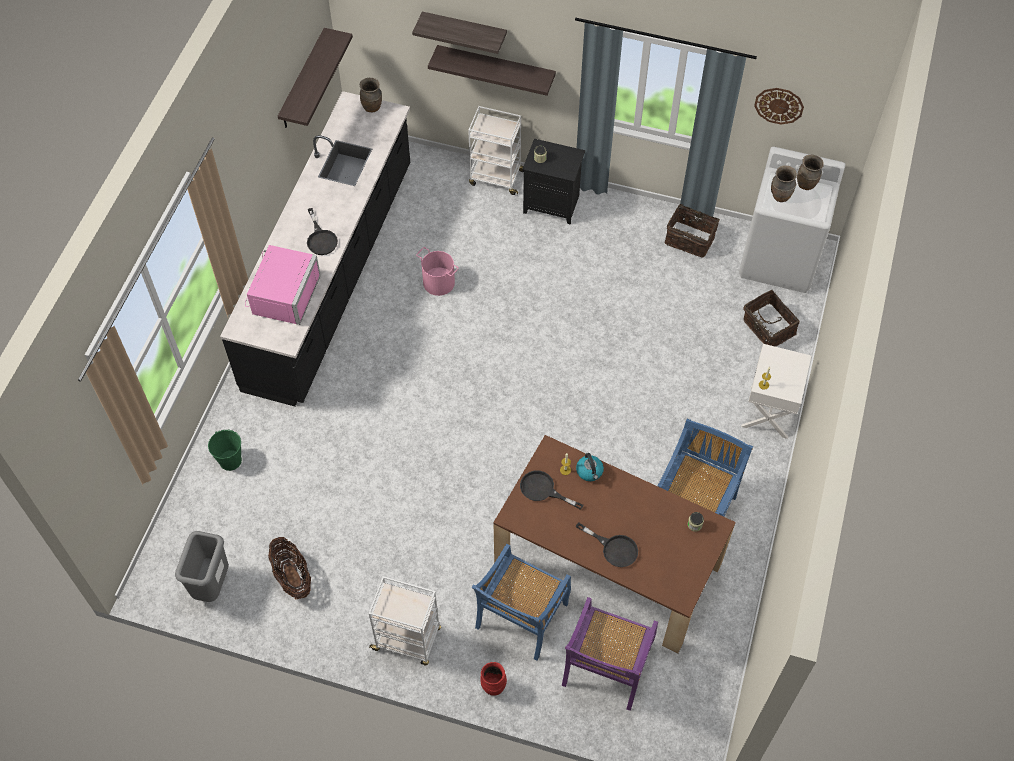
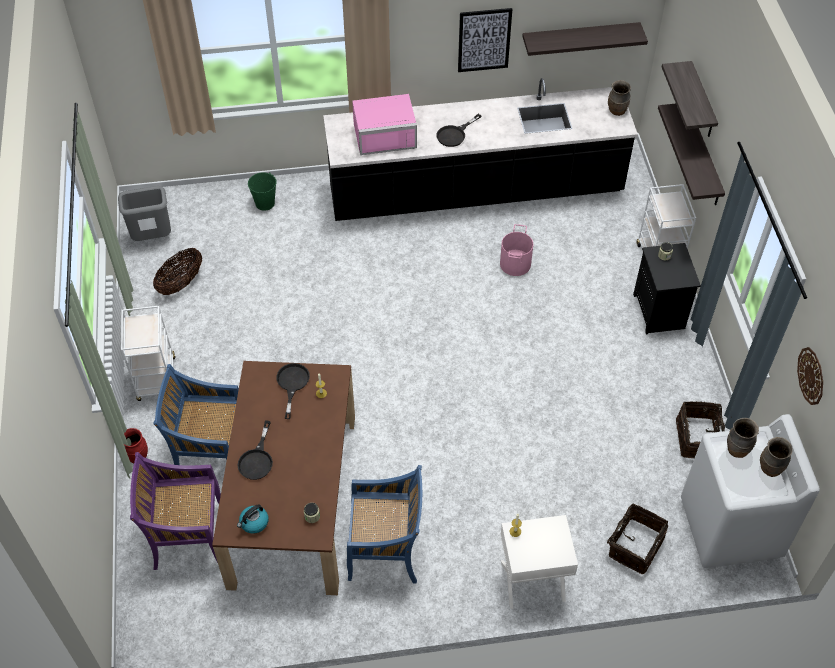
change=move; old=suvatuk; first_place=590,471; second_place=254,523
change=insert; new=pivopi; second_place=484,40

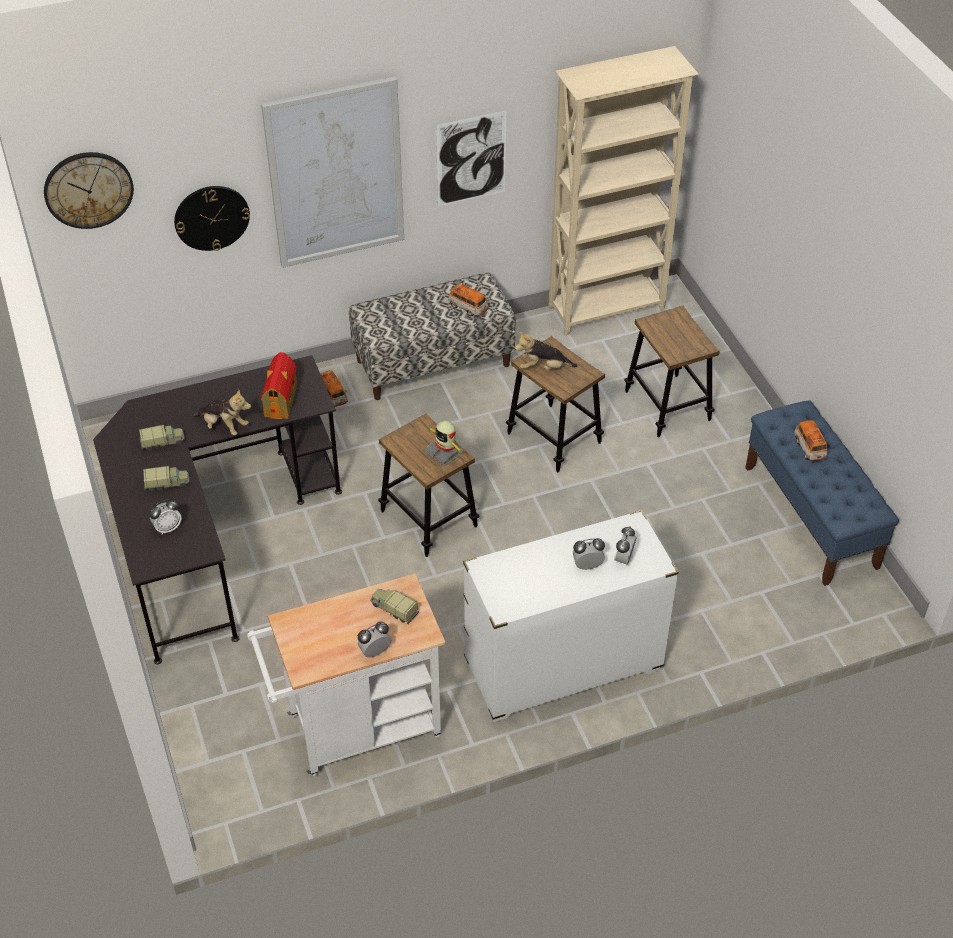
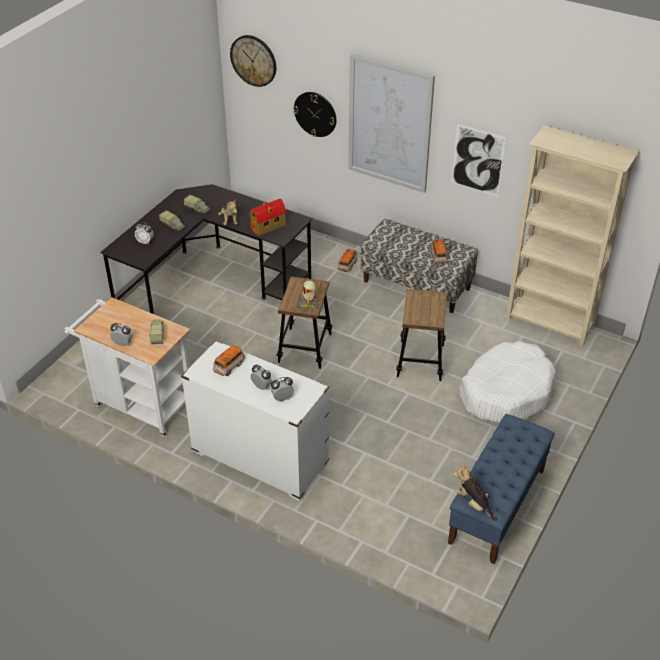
change=move; old=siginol; first_place=543,368; second_place=473,503
change=replace; old=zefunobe; new=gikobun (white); first_place=667,406; second_place=506,392
change=move; old=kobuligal; first_place=809,448; second_place=229,367

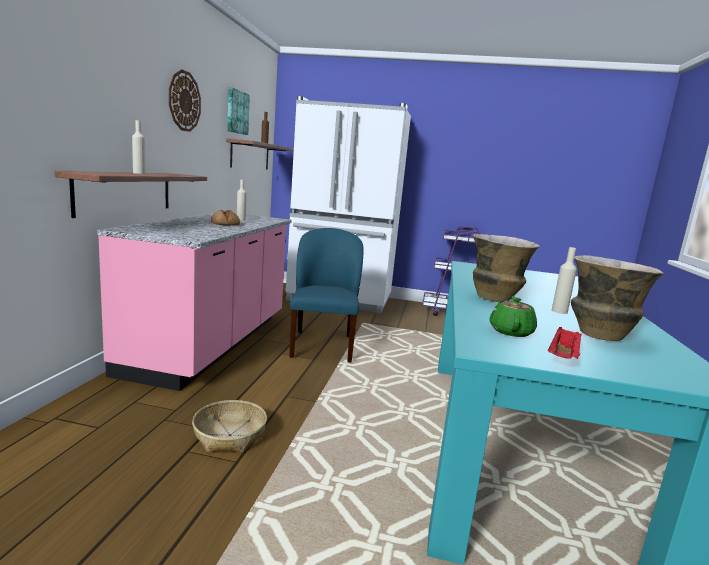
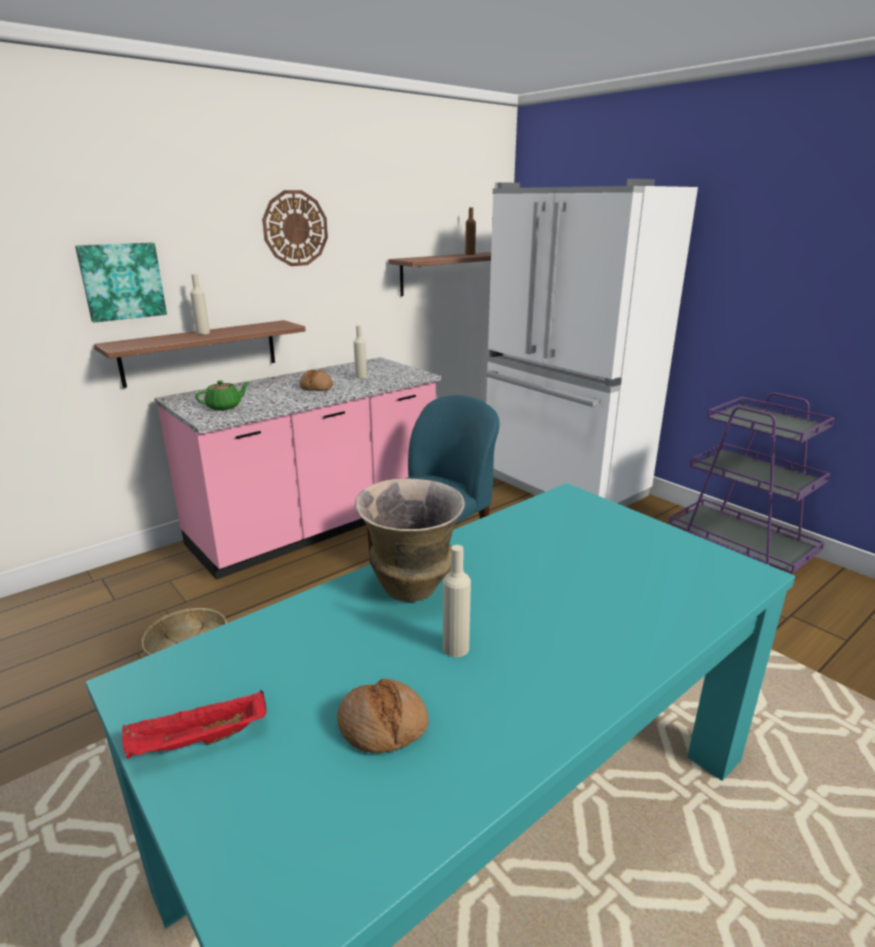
change=move; old=pivopi; first_place=236,112; second_place=122,281
change=move; old=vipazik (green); first_place=511,331; second_place=225,407
change=replace; old=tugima; new=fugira; first_place=600,335; second_place=383,725

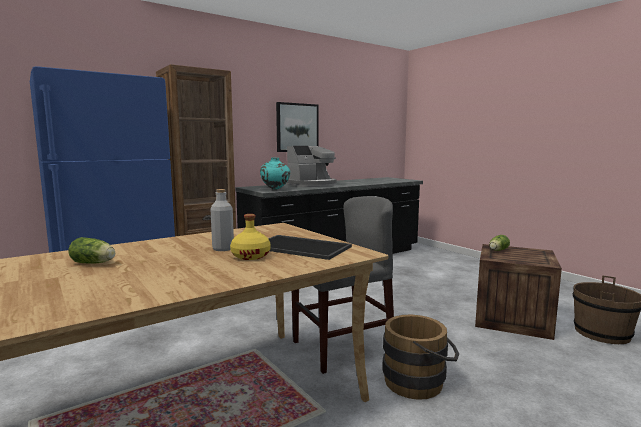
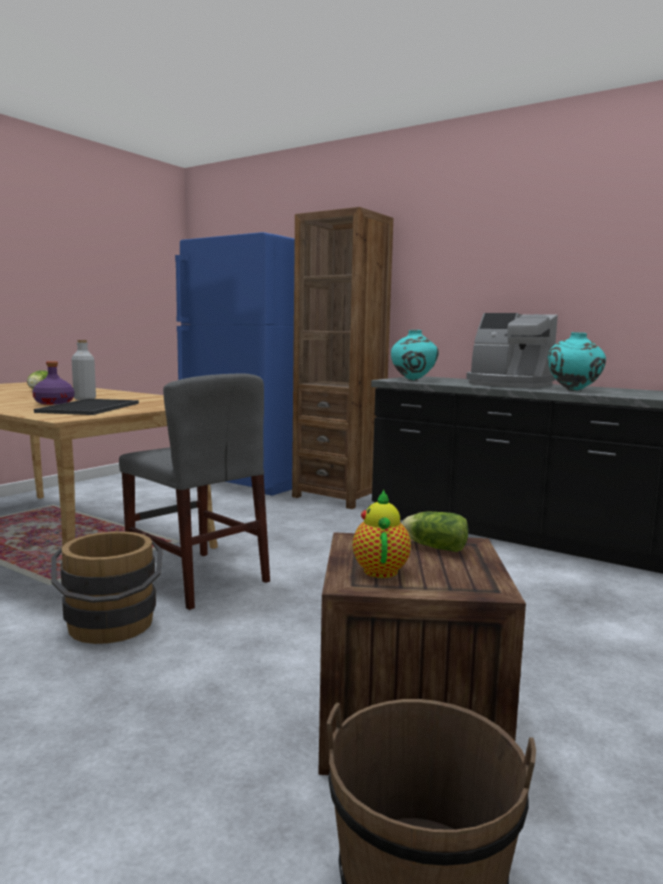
change=recolor; old=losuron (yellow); new=losuron (purple); first_place=250,256; second_place=54,403
change=delete; old=pivopi; first_place=297,127
change=insert; new=vipazik; second_place=380,569
change=insert; new=tugima (turquoise); second_place=574,391

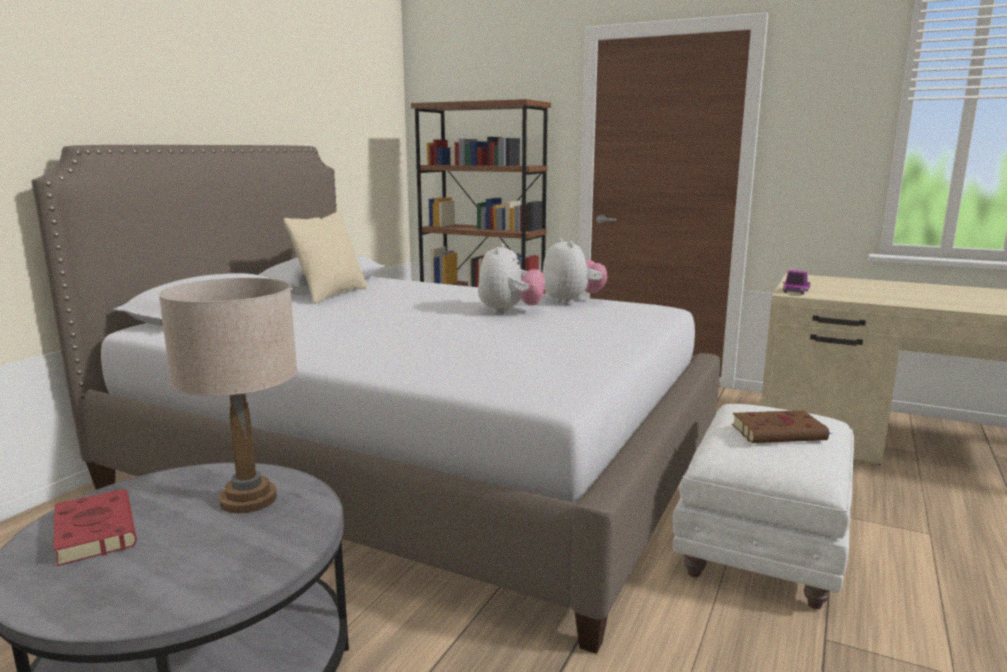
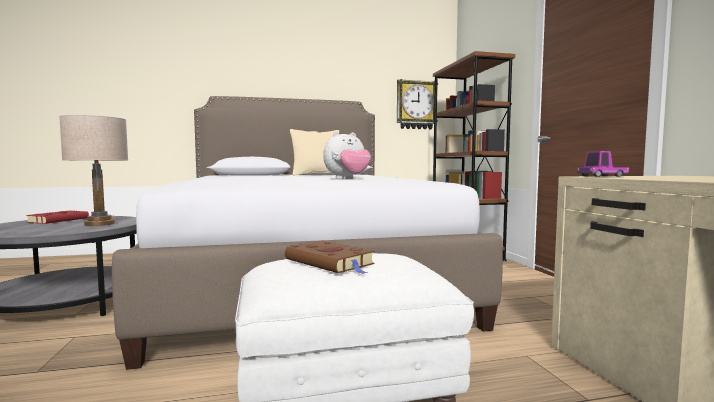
change=delete; old=siginol; first_place=572,301
change=insert; new=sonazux; second_place=416,105

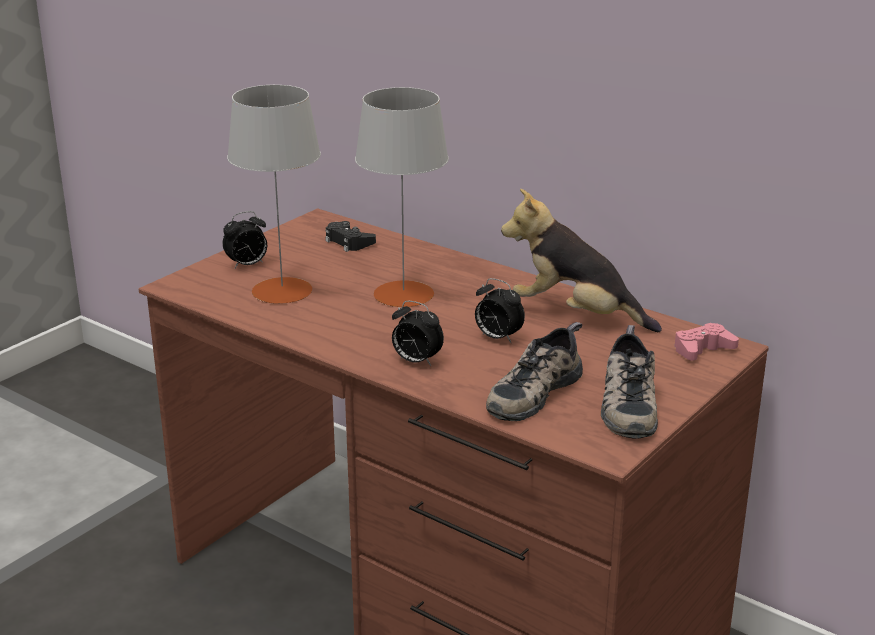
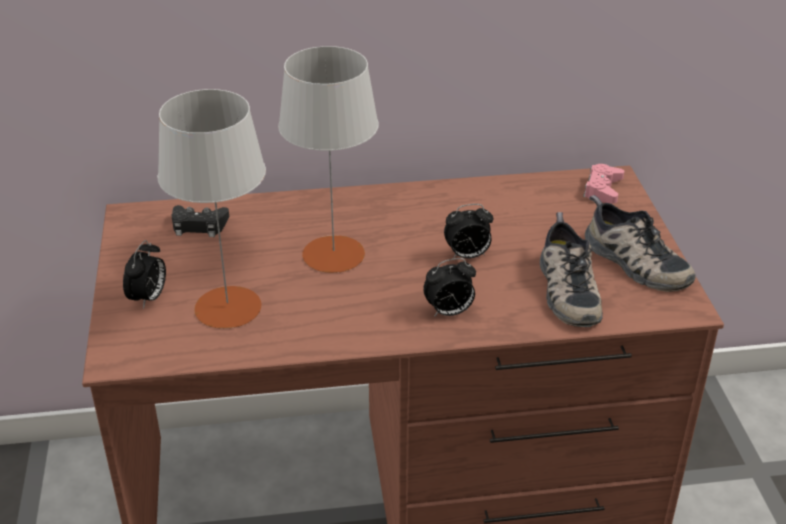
change=delete; old=siginol; first_place=575,315

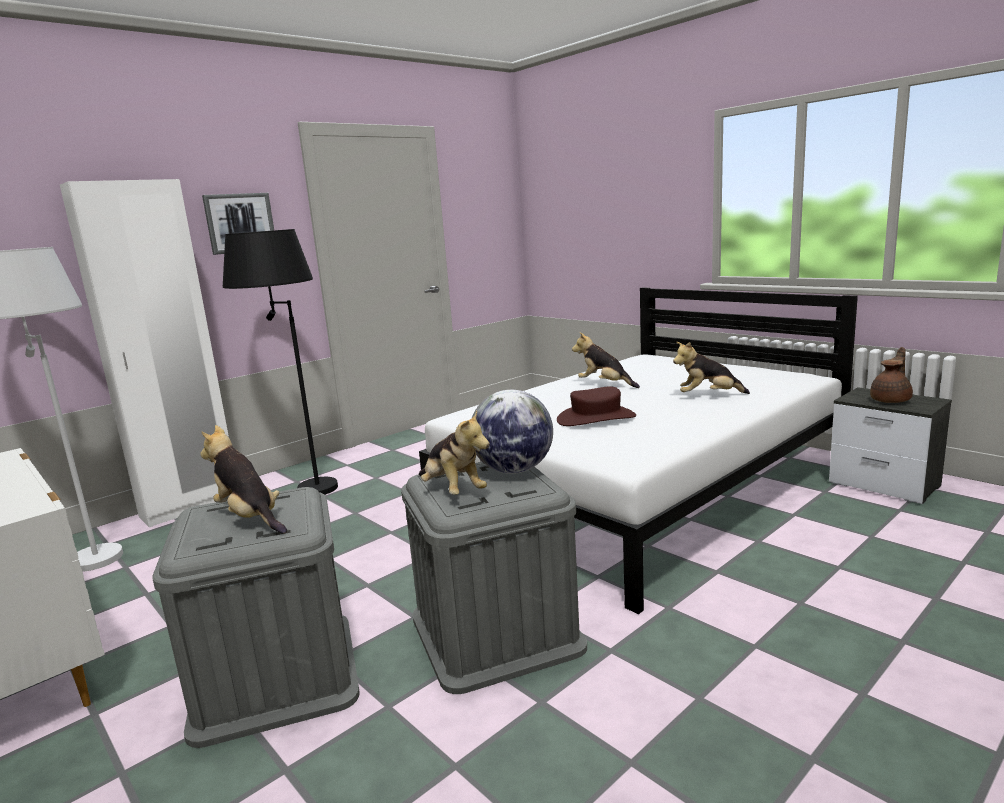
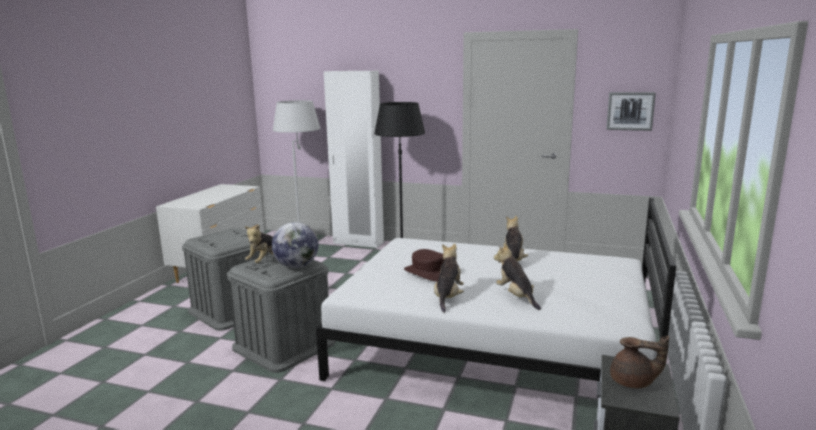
change=move; old=siginol; first_place=250,518; second_place=448,297
change=move; old=pivopi; first_place=240,223; second_place=630,111

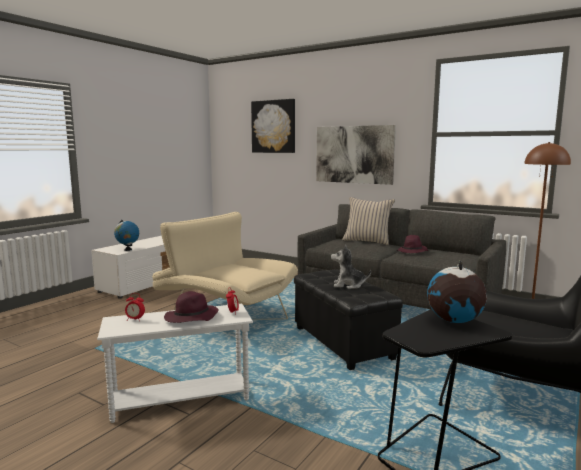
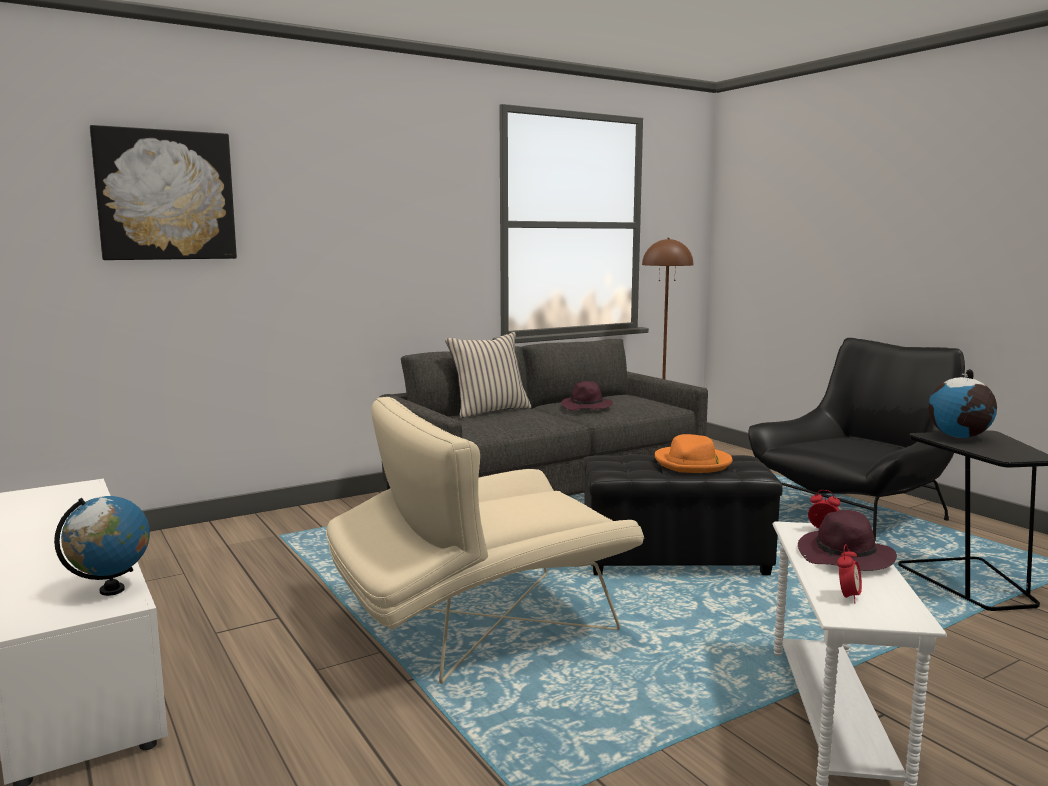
change=delete; old=pivopi; first_place=354,154
change=replace; old=siginol; new=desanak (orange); first_place=348,285; second_place=693,463

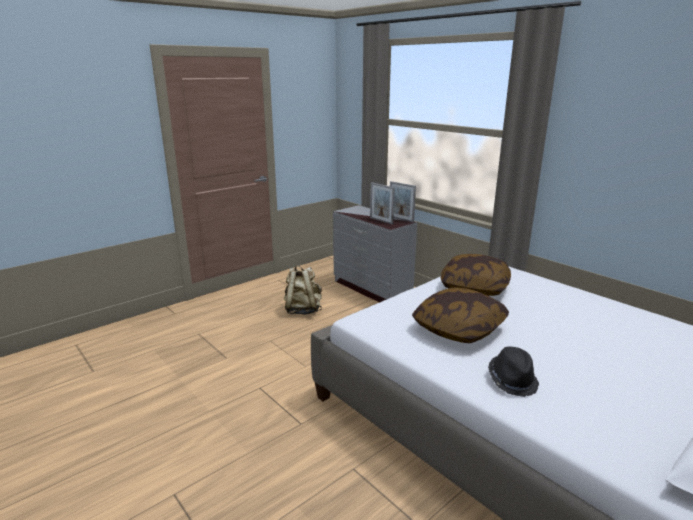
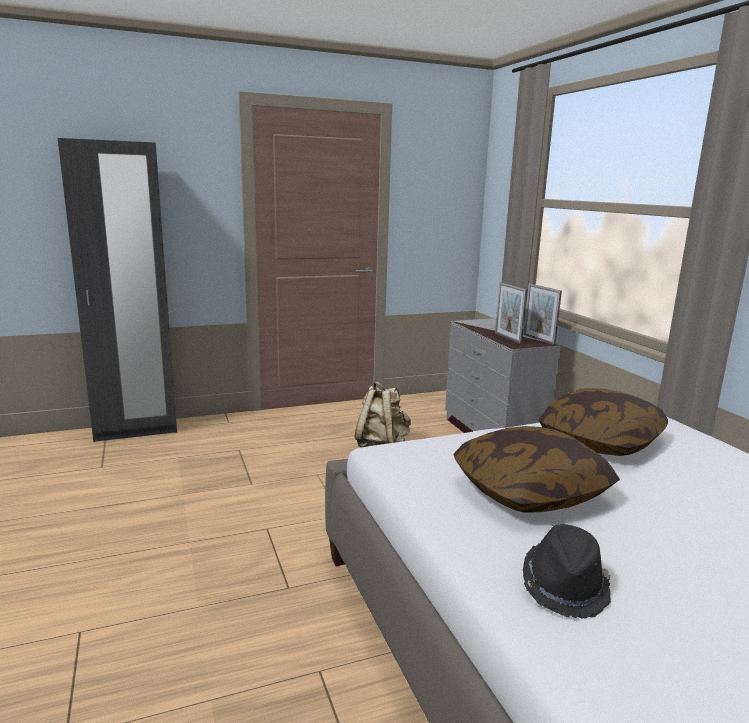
change=insert; new=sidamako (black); second_place=136,431

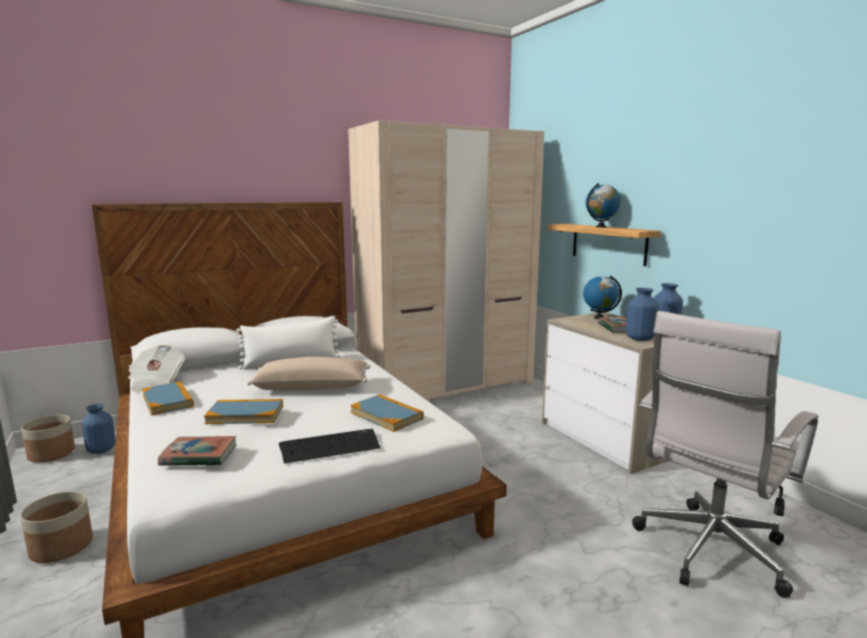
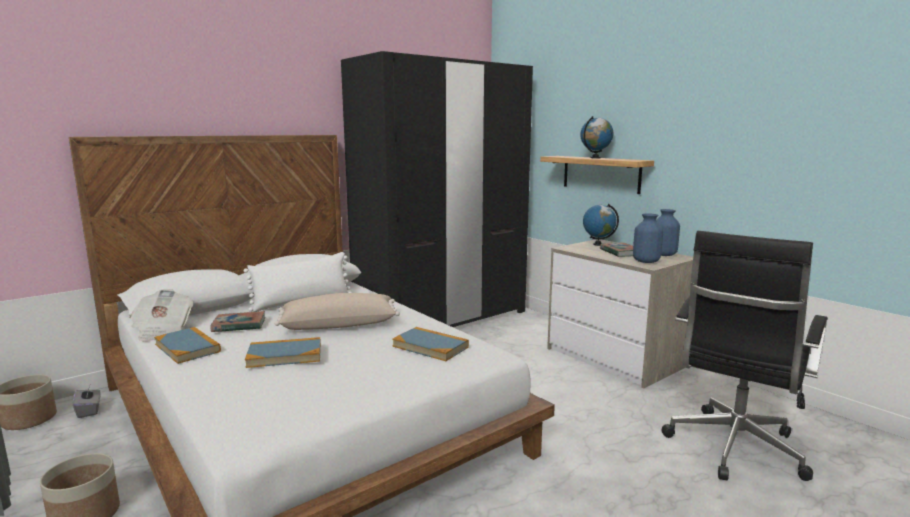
change=replace; old=tugima (blue); new=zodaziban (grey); first_place=101,450; second_place=89,410
change=move; old=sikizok; first_place=199,456; second_place=239,325
change=delete; old=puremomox; first_place=330,447
change=recolor; old=sidamako (beige); new=sidamako (black); first_place=446,386; second_place=443,319
change=recolor; old=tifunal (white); new=tifunal (black); first_place=708,552; second_place=733,450

